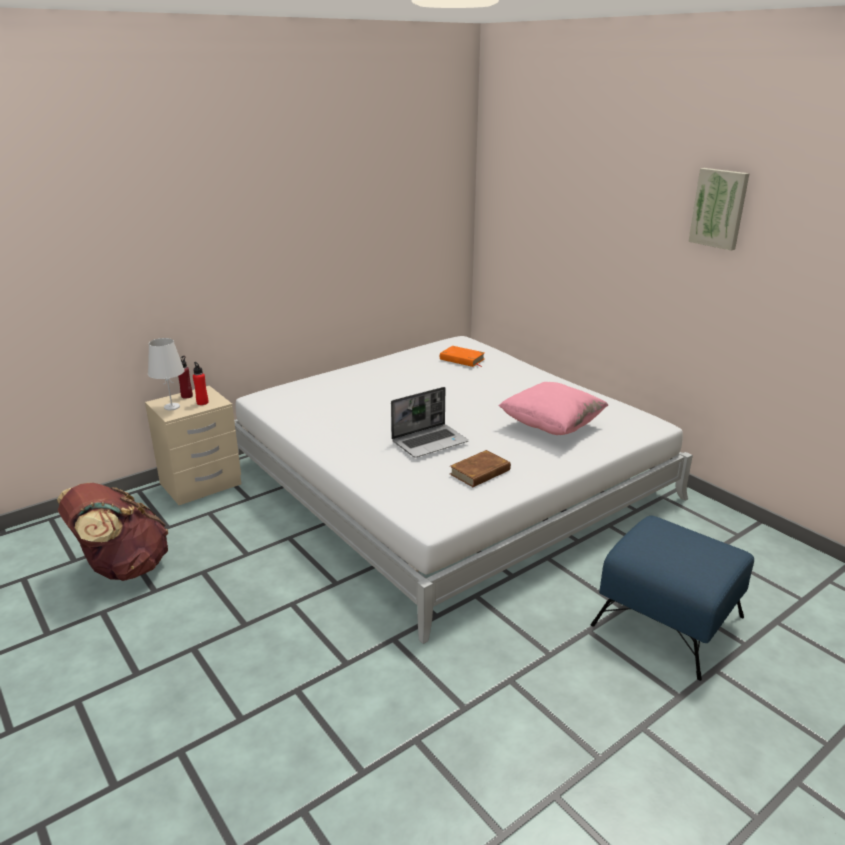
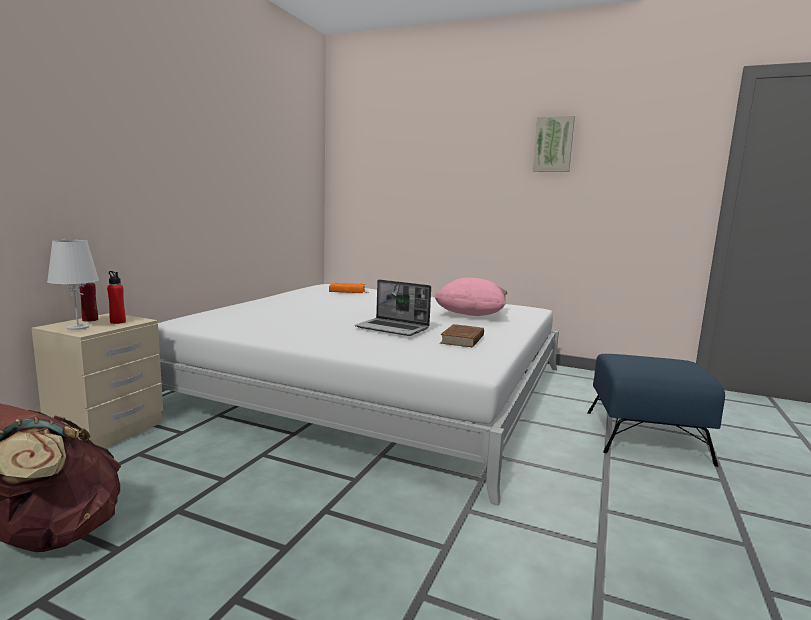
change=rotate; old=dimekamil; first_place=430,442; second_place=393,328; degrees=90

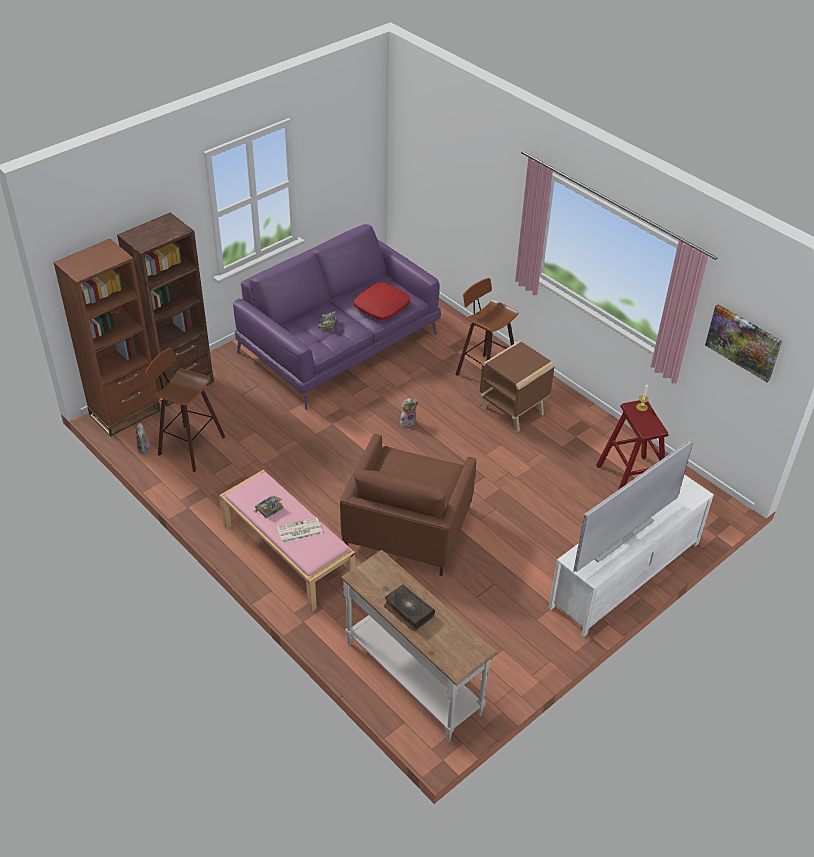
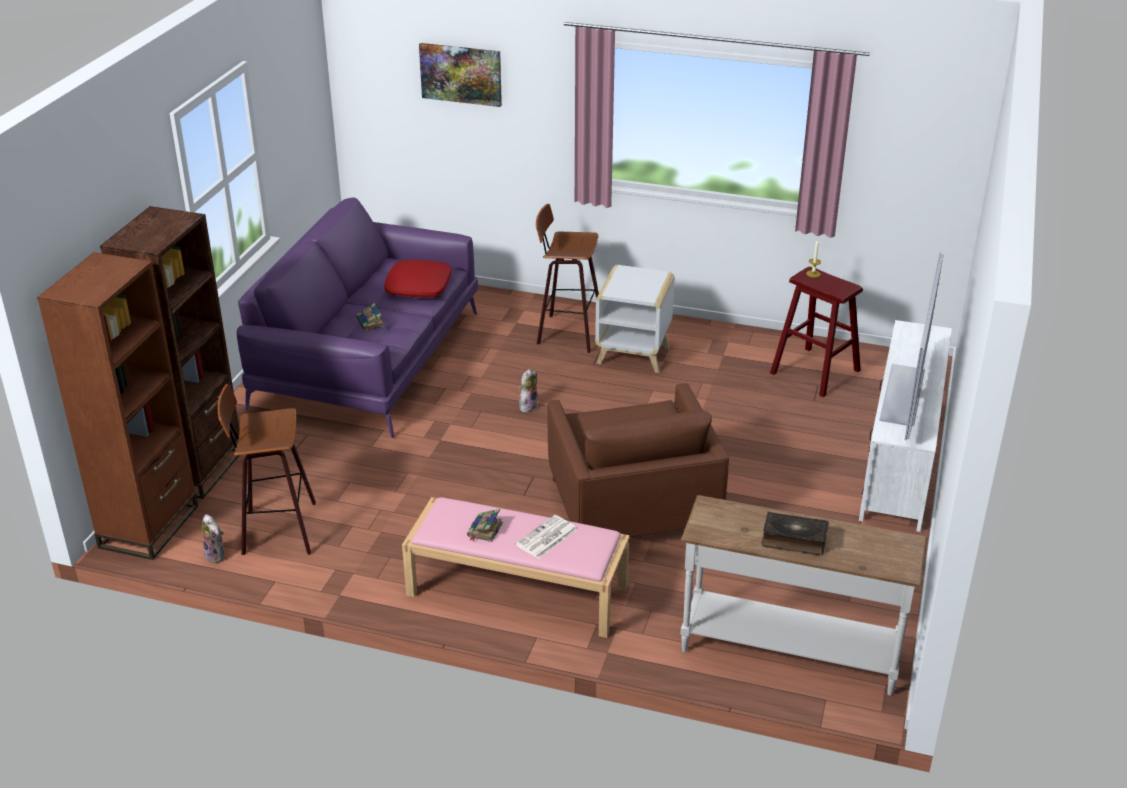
change=recolor; old=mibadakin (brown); new=mibadakin (white); first_place=514,411; second_place=634,355
change=move; old=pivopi; first_place=743,342; second_place=461,74

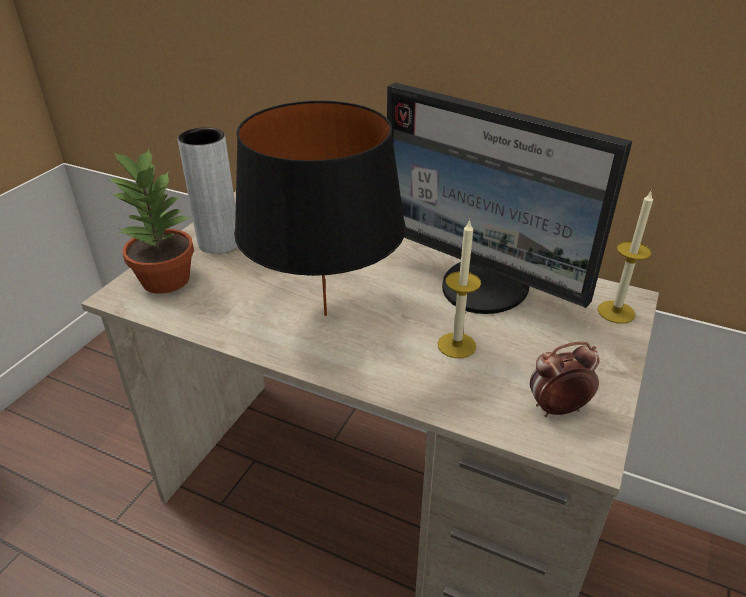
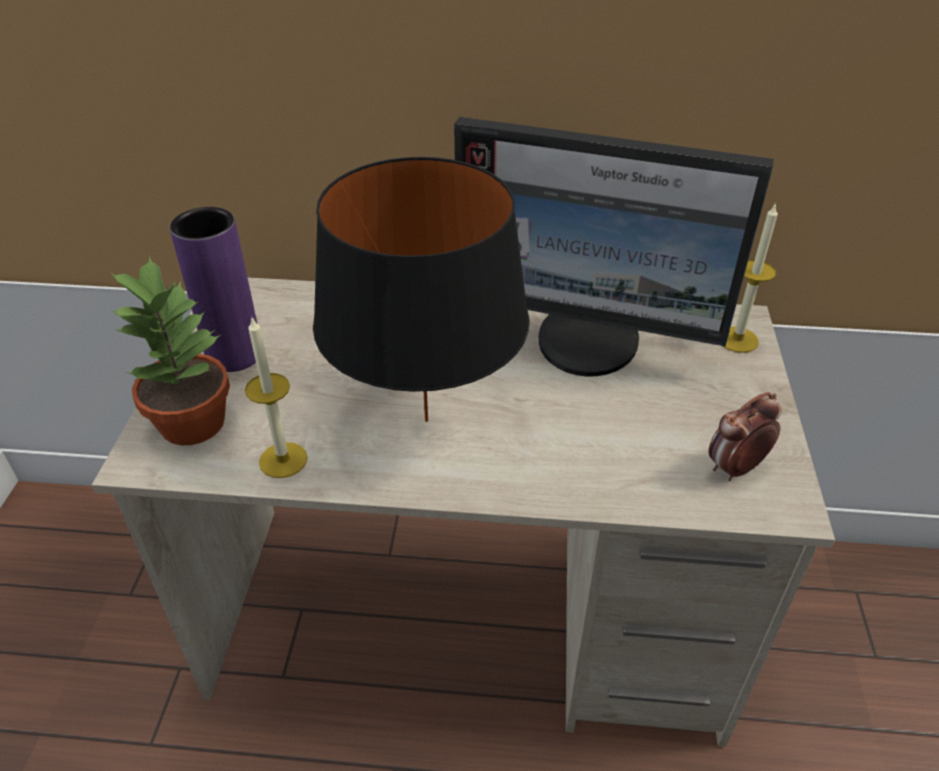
change=recolor; old=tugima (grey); new=tugima (purple); first_place=219,243; second_place=234,354
change=move; old=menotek; first_place=456,345; second_place=283,460

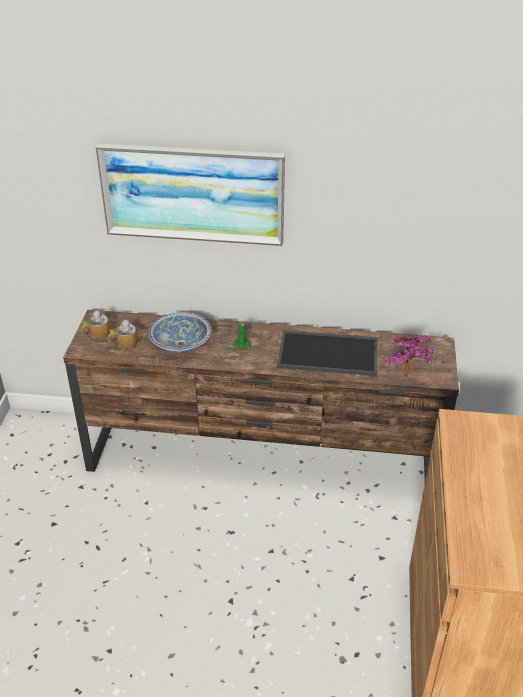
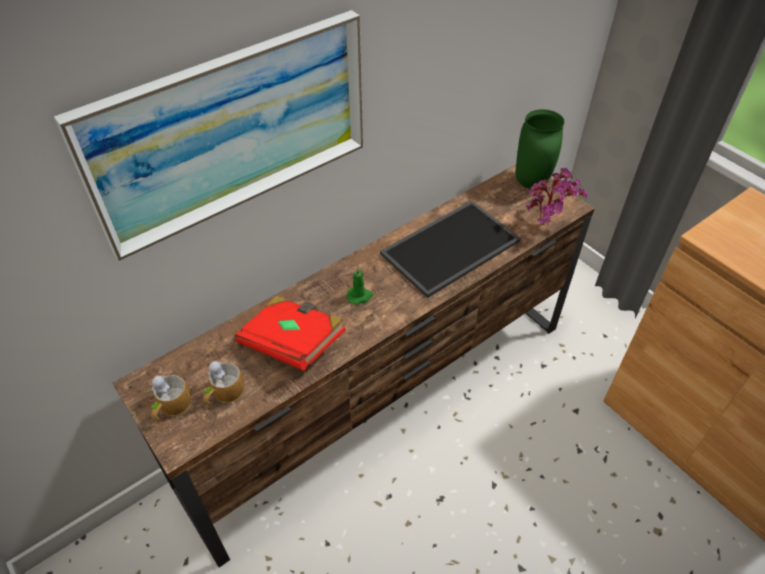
change=replace; old=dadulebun; new=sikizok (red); first_place=181,343; second_place=293,343
change=insert; new=tugima (green); second_place=530,183

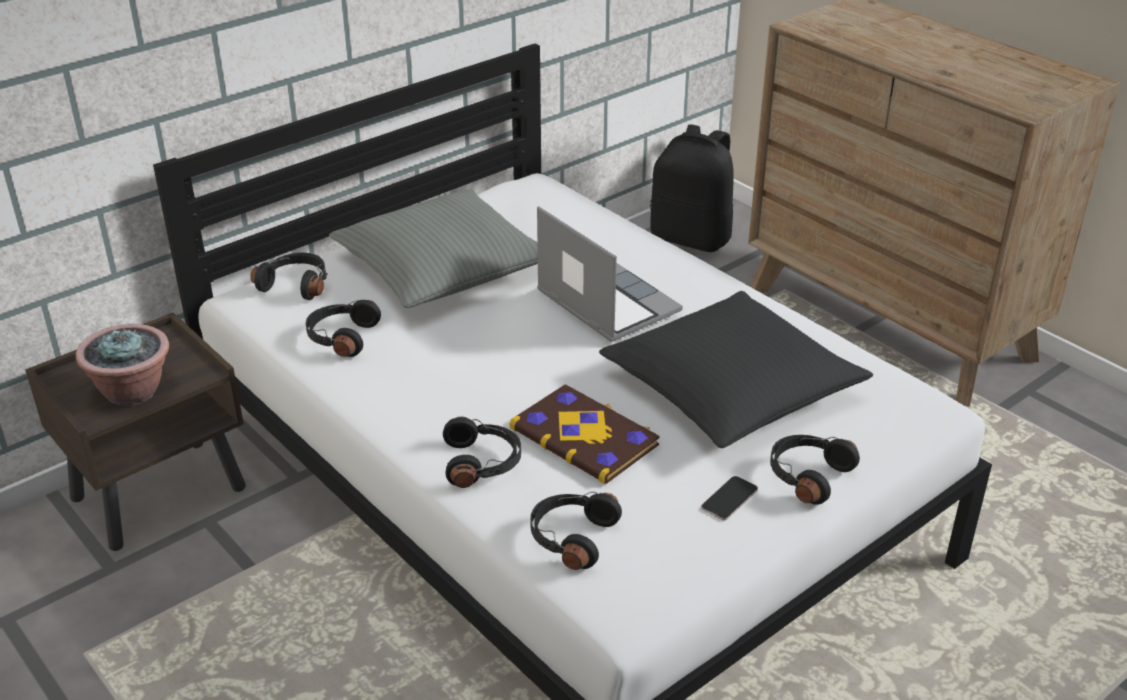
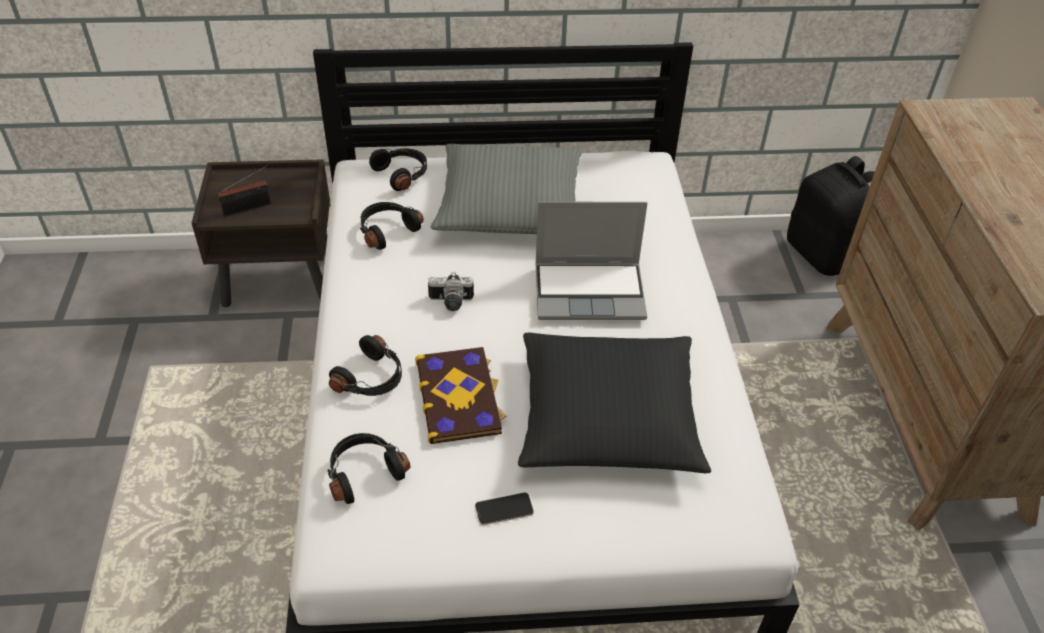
change=replace; old=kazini; new=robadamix; first_place=132,392; second_place=249,207
change=rotate; old=dimekamil; first_place=605,302; second_place=590,291; degrees=90
change=delete; old=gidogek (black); first_place=807,476
change=insert; new=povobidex; second_place=450,303

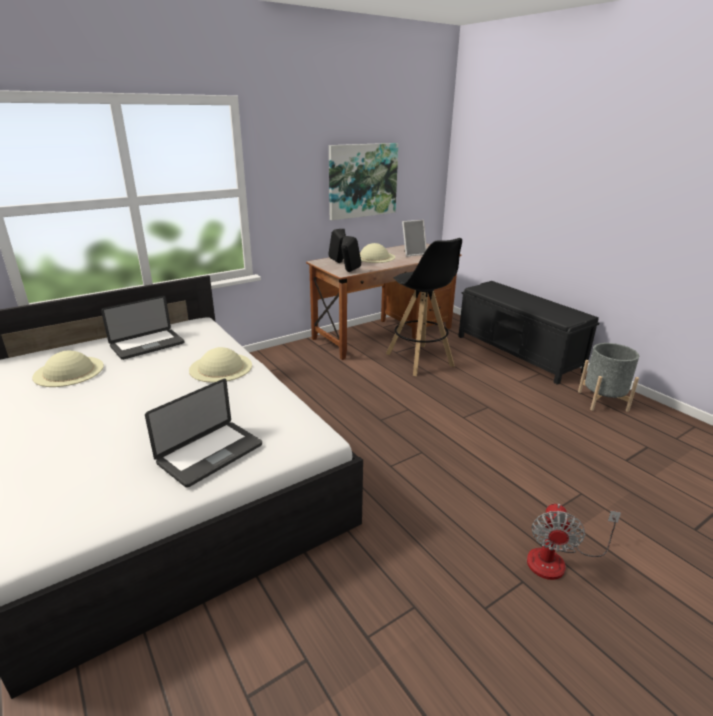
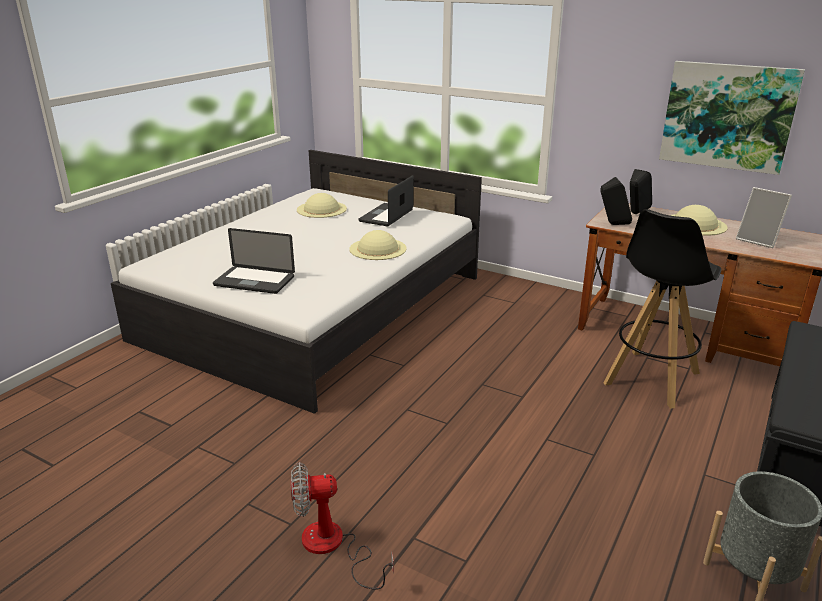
change=rotate; old=dimekamil; first_place=147,345; second_place=386,216; degrees=90

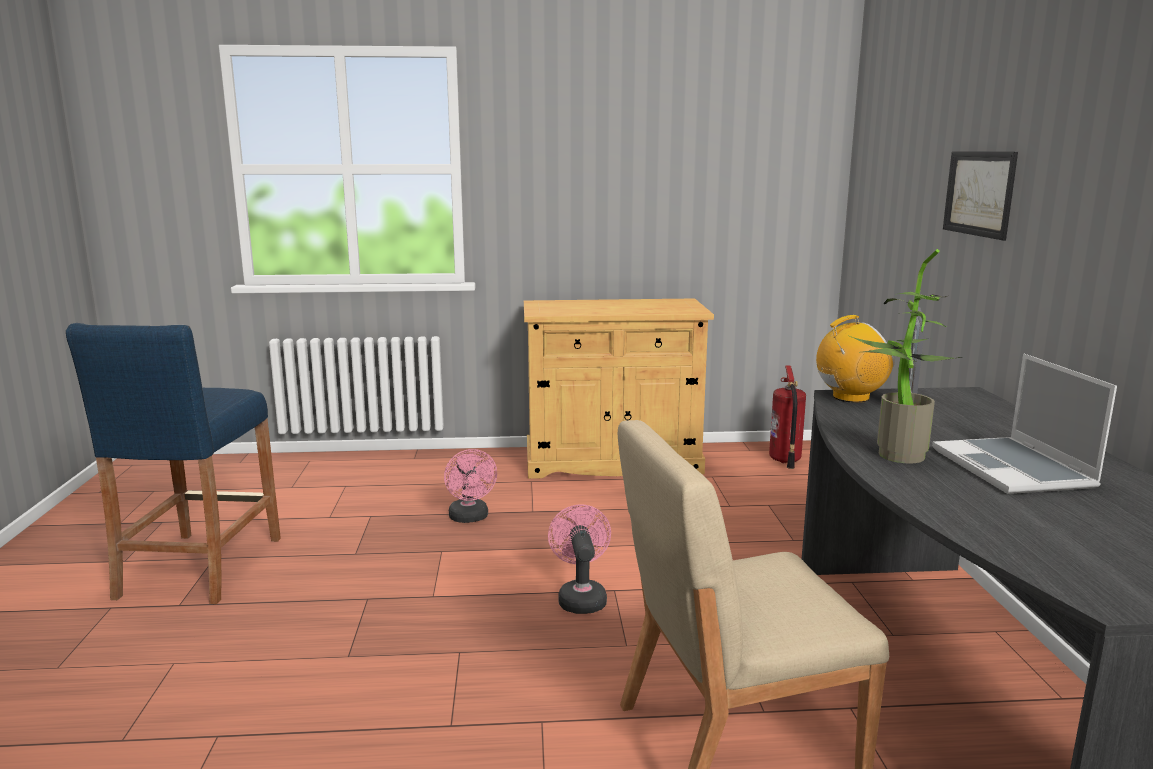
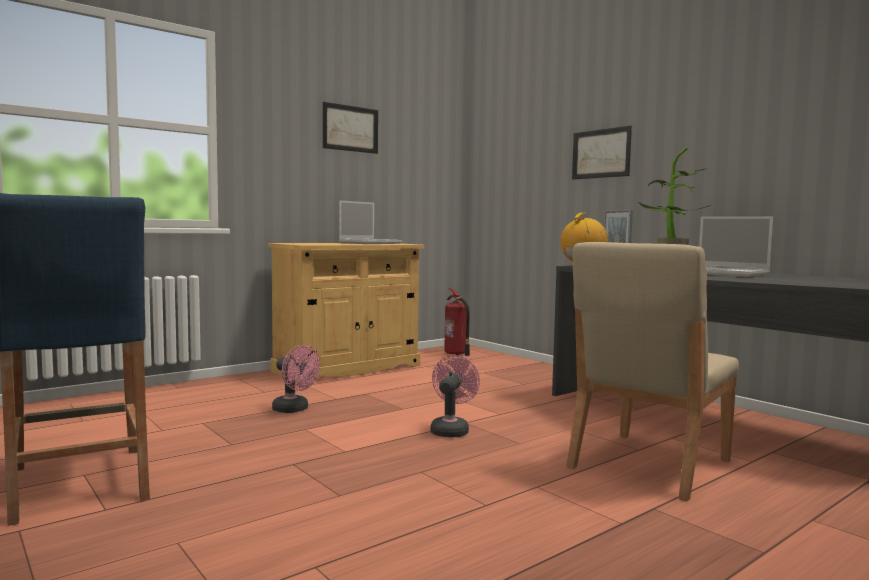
change=rotate; old=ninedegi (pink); first_place=581,597; second_place=451,430; degrees=60
change=insert; new=pivopi; second_place=350,128
change=insert; new=dimekamil; second_place=370,243

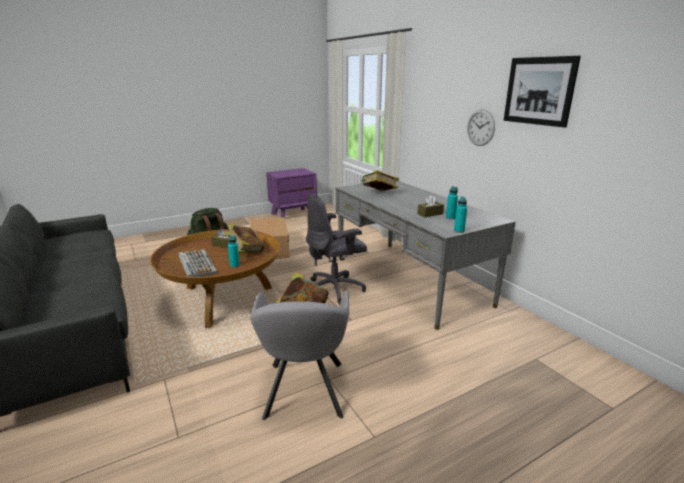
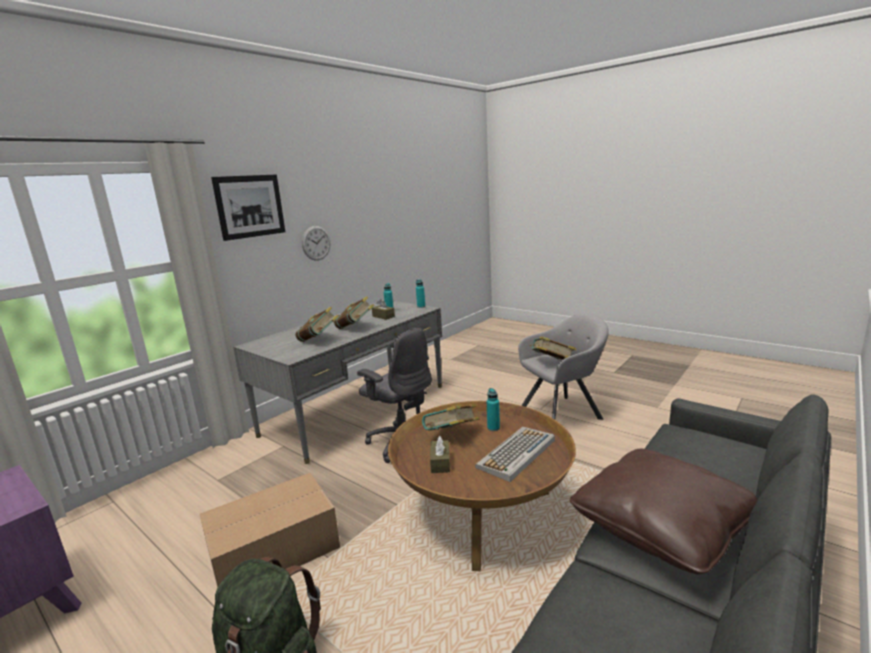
change=move; old=pivopi; first_place=539,91; second_place=250,206
change=insert; new=sikizok; second_place=355,328
change=insert; new=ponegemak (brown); second_place=661,526

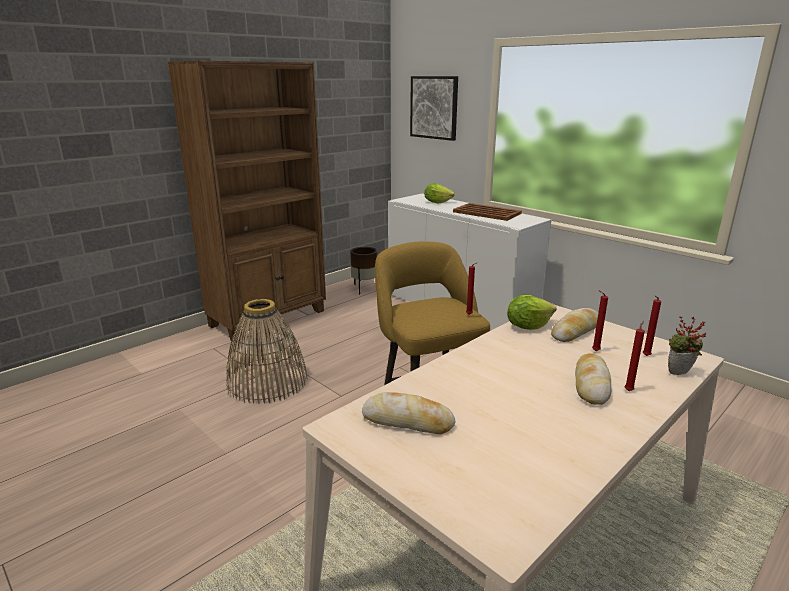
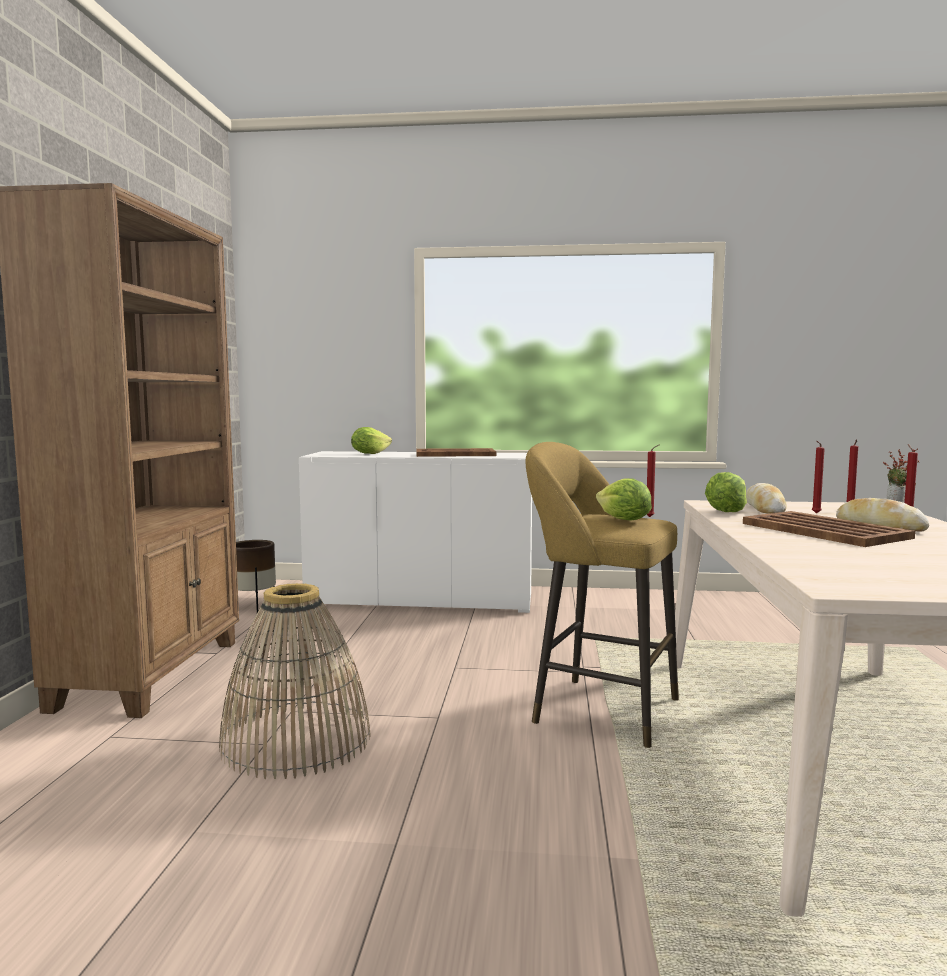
change=delete; old=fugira; first_place=408,421
change=delete; old=pivopi; first_place=434,107
change=insert; new=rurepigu; second_place=623,520
change=insert; new=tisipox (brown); second_place=825,531

